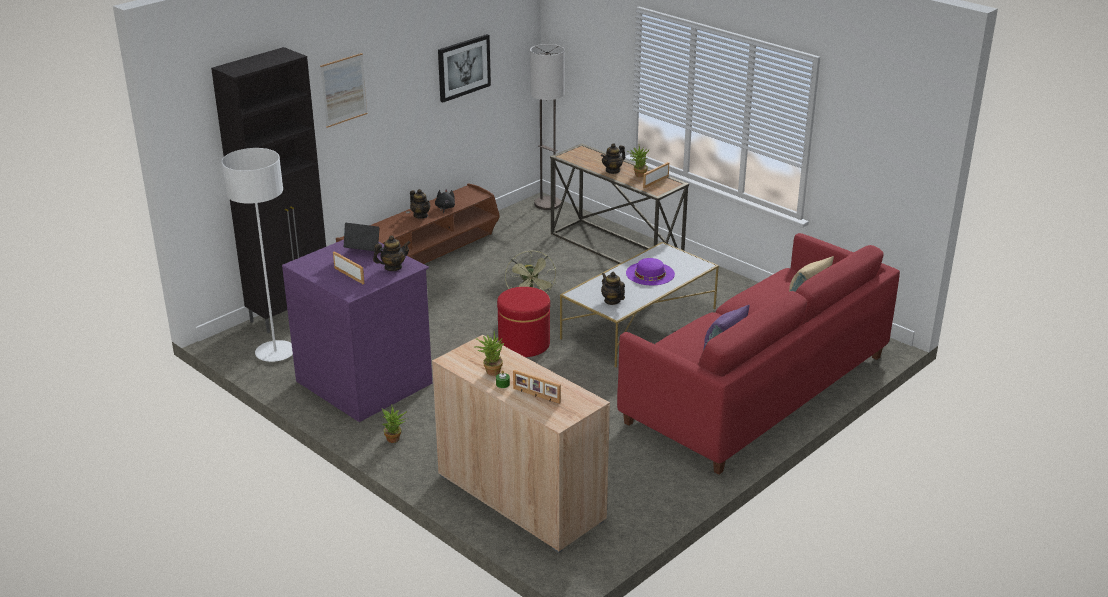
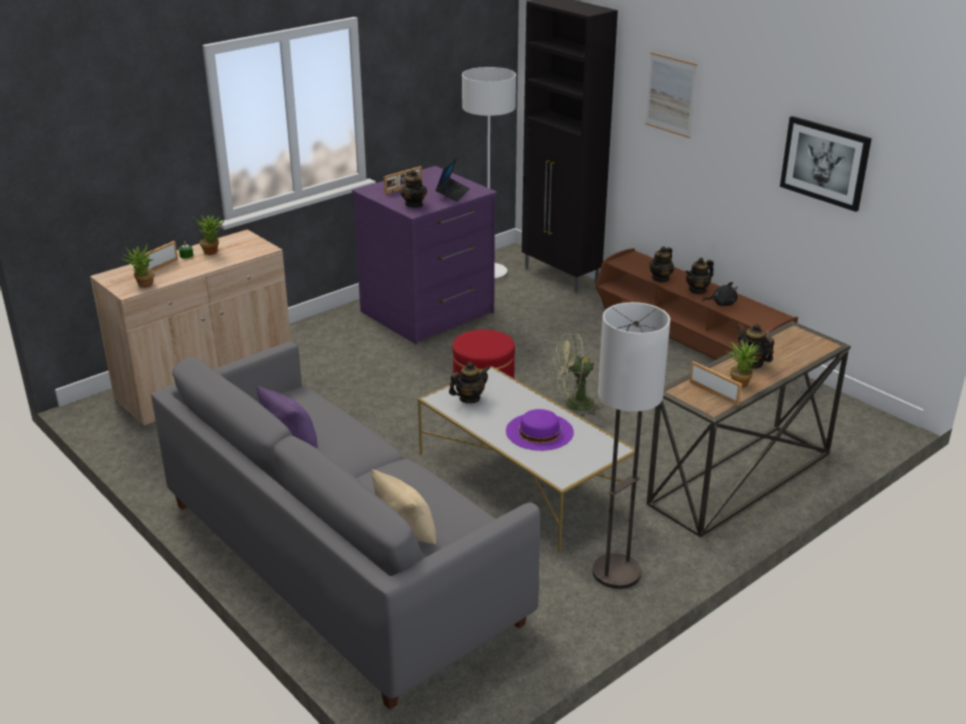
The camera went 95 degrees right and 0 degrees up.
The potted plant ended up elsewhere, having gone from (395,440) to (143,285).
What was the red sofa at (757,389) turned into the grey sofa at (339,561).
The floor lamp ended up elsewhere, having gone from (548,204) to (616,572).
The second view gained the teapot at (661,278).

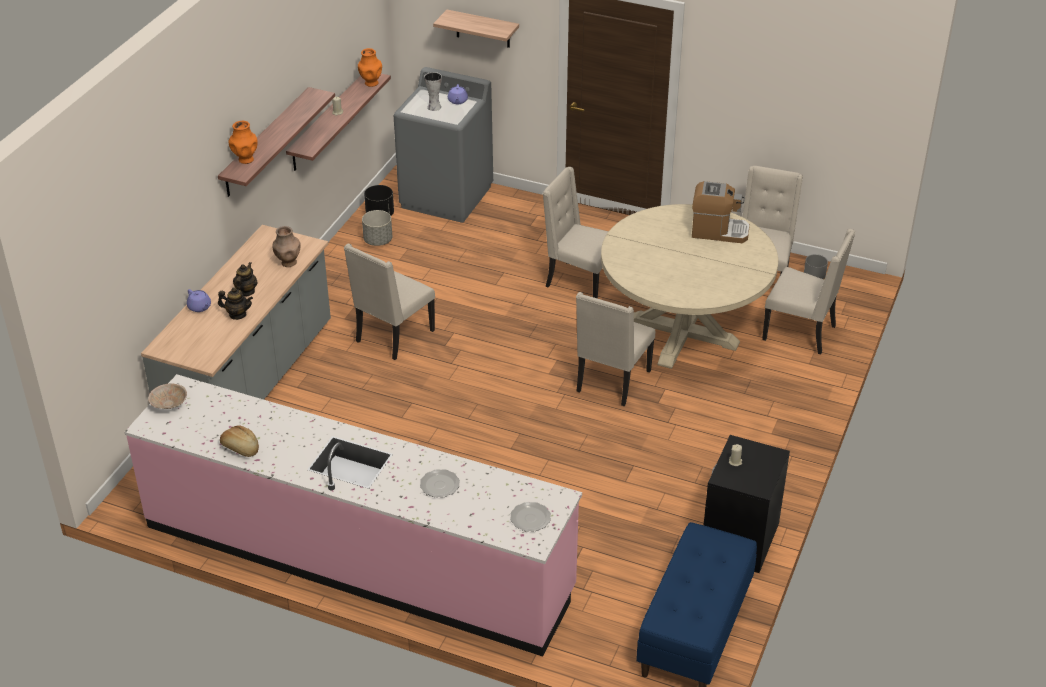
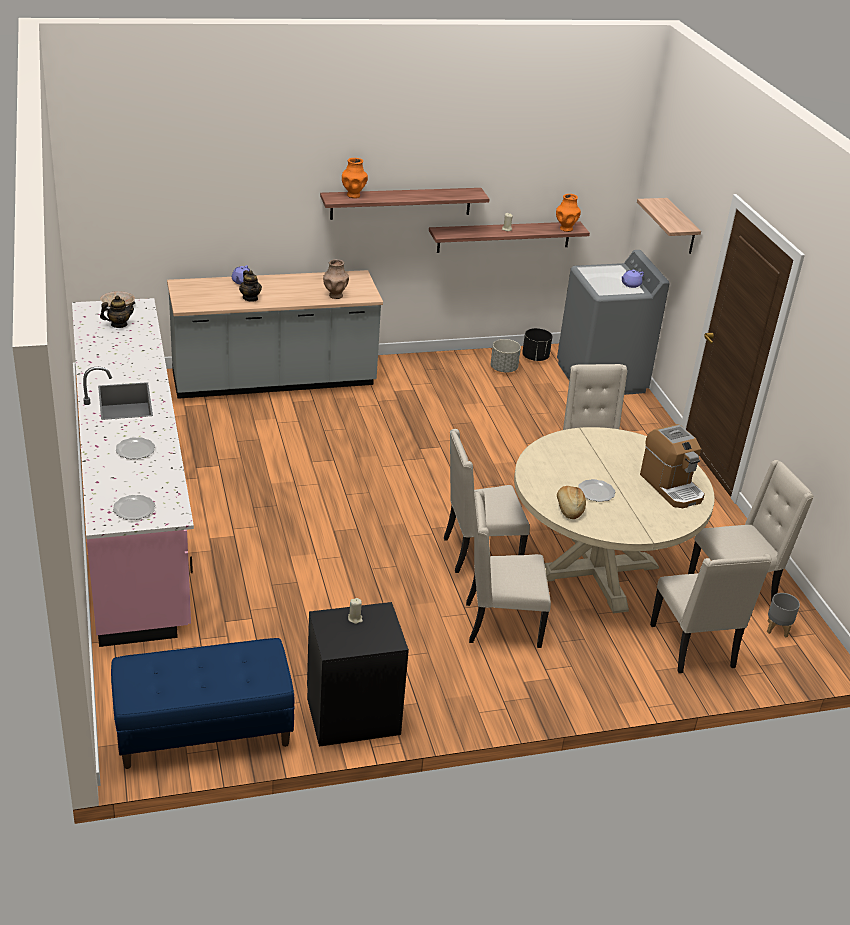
The camera went 50 degrees right and 5 degrees down.
The teapot ended up elsewhere, having gone from (246,292) to (119,324).
The beige chair ended up elsewhere, having gone from (393,337) to (500,624).
The bread ended up elsewhere, having gone from (240,448) to (569,508).
The second view gained the plate at (595,492).
The second view lost the vase at (433,107).

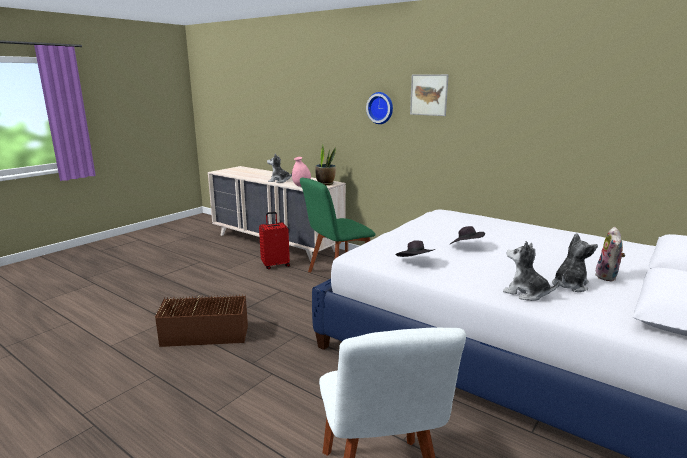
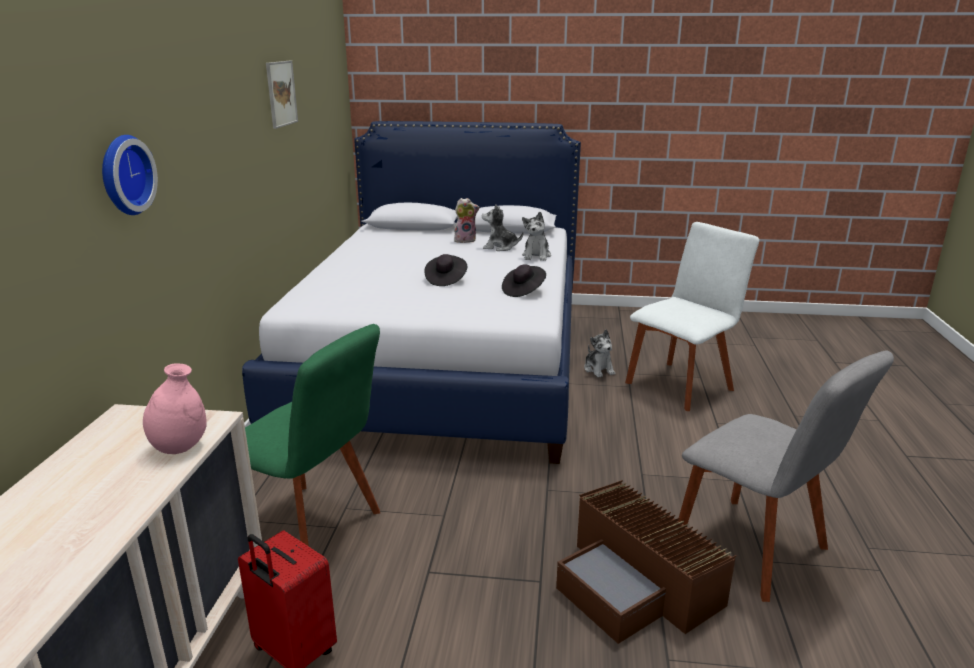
The camera went 120 degrees left and 5 degrees up.
The picture ended up elsewhere, having gone from (429,95) to (281,93).
The plush toy ended up elsewhere, having gone from (279,181) to (598,369).
The second view gained the grey chair at (756,550).
The second view lost the potted plant at (325,183).

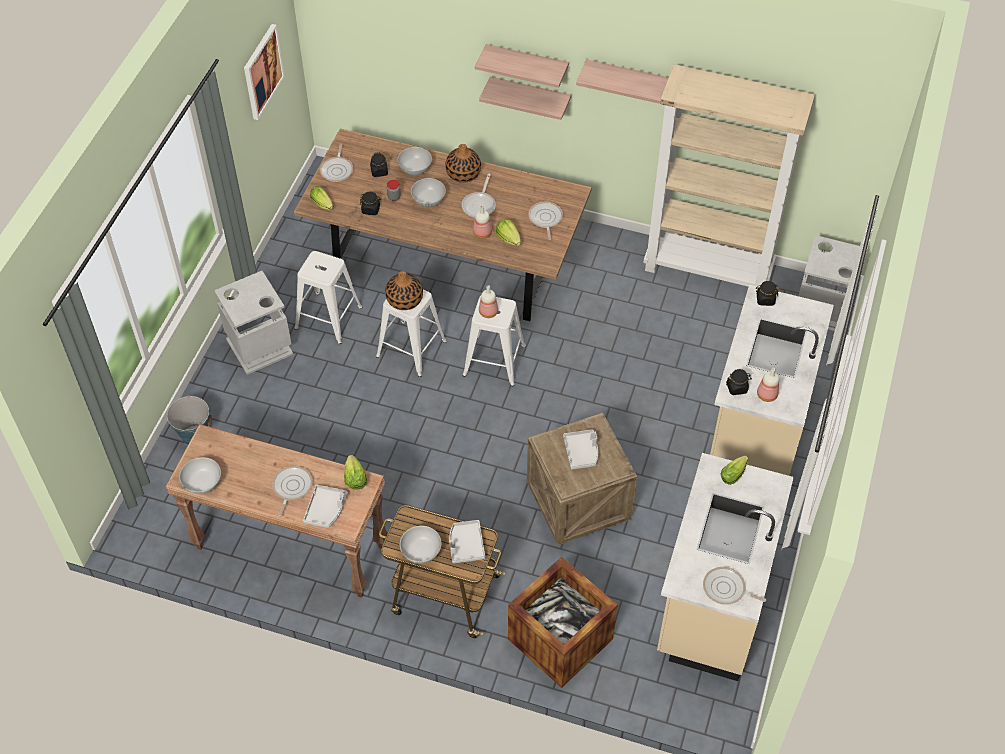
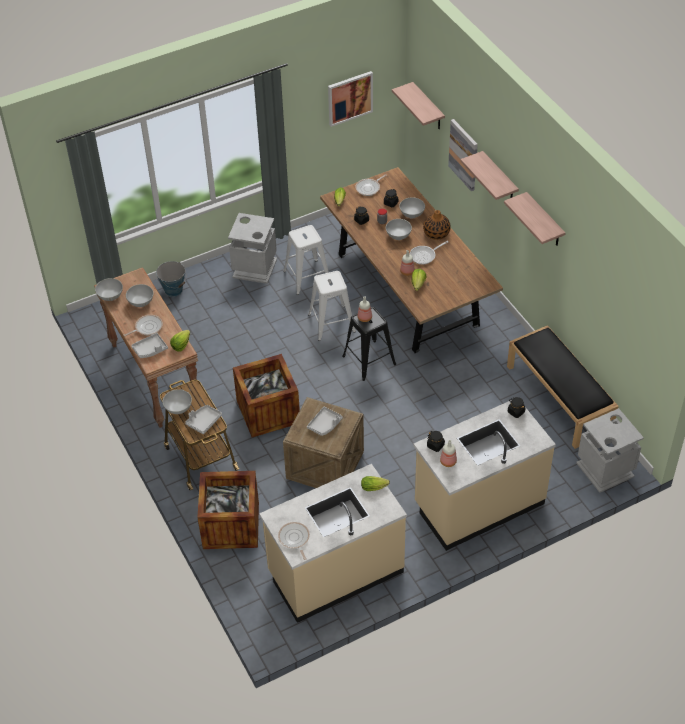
The camera went 45 degrees right and 5 degrees down.
The second view gained the white bowl at (141,302).
The second view gained the crate at (268,411).
What was the white stool at (493,361) turned into the black stool at (368,360).
The shelf ended up elsewhere, having gone from (530,97) to (428,107).
The second view gained the picture at (464,154).
Where the beige bookcase stood at (709,270), the black bench came to stand at (559,398).
The second view lost the vase at (405,300).
The second view lost the frying pan at (545,219).

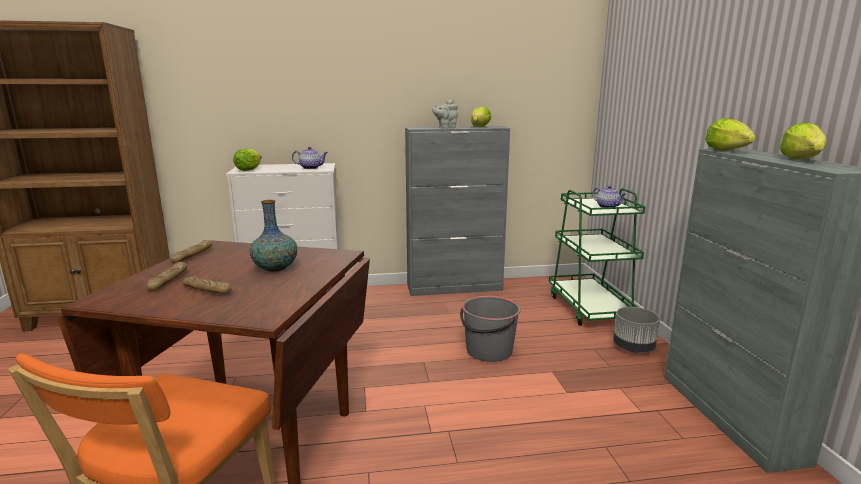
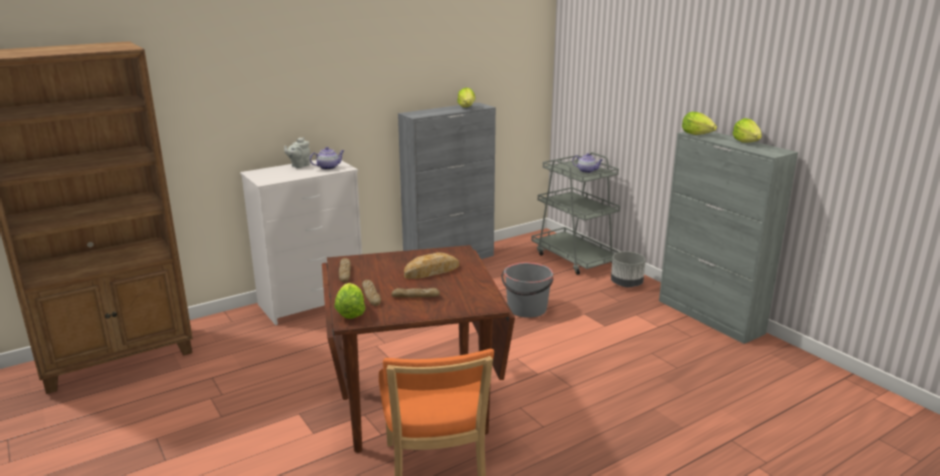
The camera went 25 degrees left and 5 degrees up.
The grey teapot ended up elsewhere, having gone from (446,127) to (299,166).
The lettuce ended up elsewhere, having gone from (248,170) to (350,313).
Where the vase stood at (275,268), the bread came to stand at (432,271).
What was the green cart at (590,308) turned into the grey cart at (574,258).

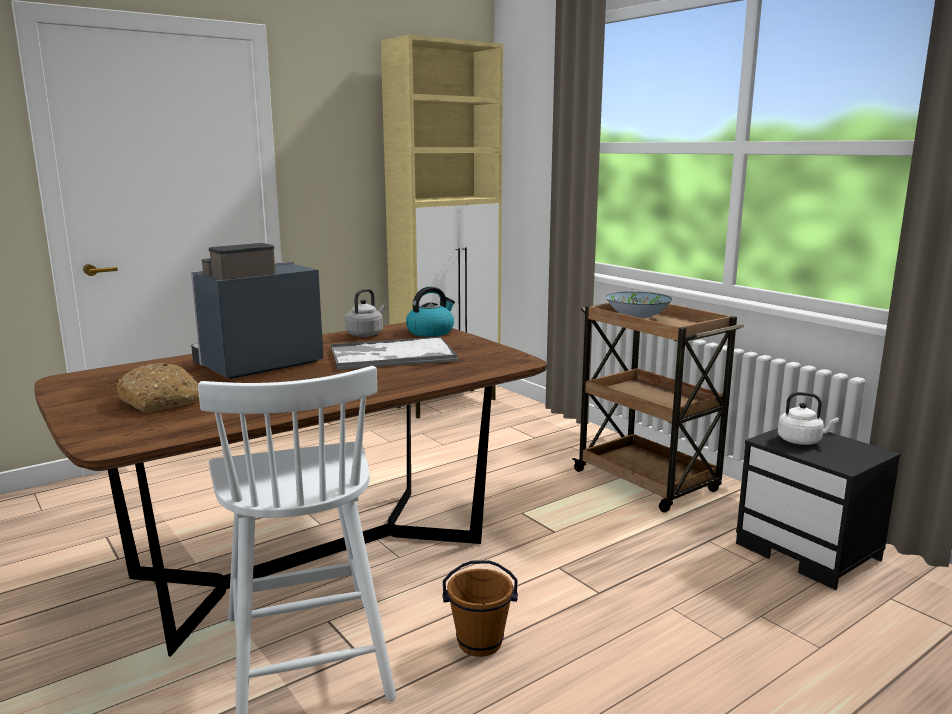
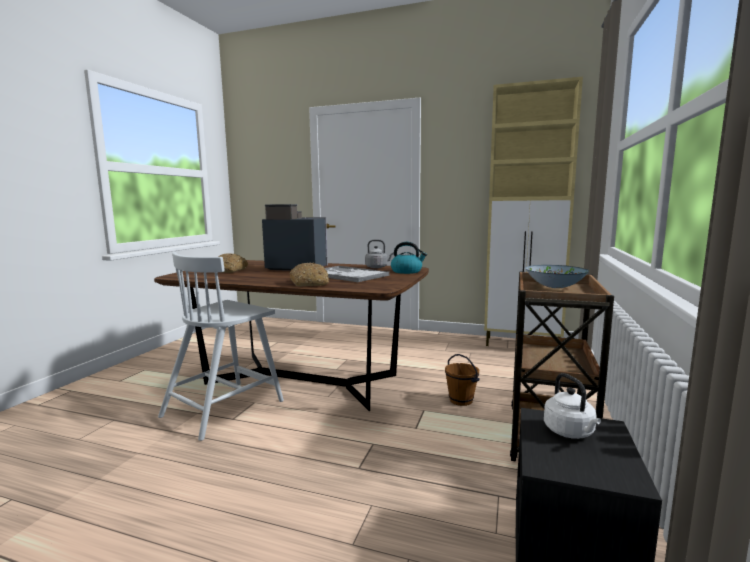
The camera went 55 degrees right and 5 degrees down.
The second view gained the bread at (310,283).
The brown bucket ended up elsewhere, having gone from (480,642) to (461,400).

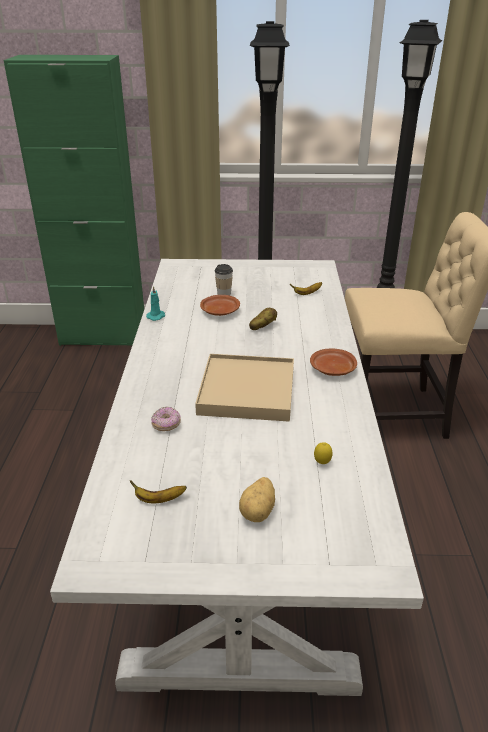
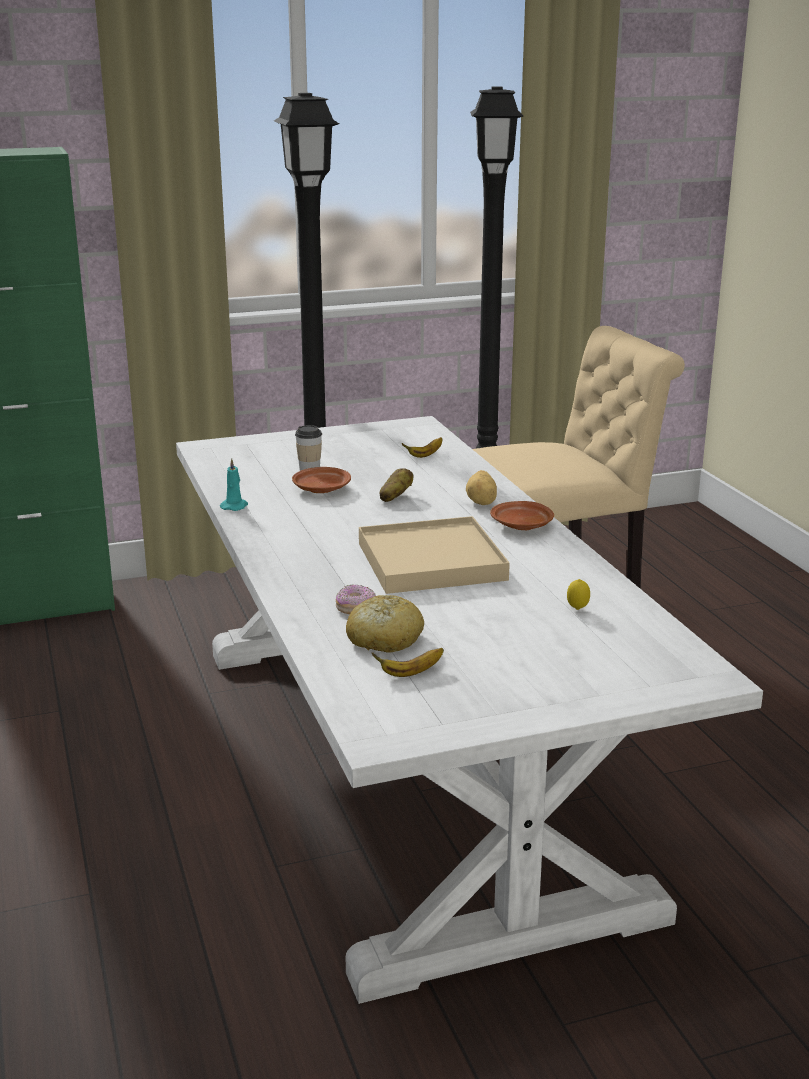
The camera went 20 degrees left and 10 degrees down.
The second view gained the bread at (384,639).
The potato ended up elsewhere, having gone from (259,511) to (482,502).

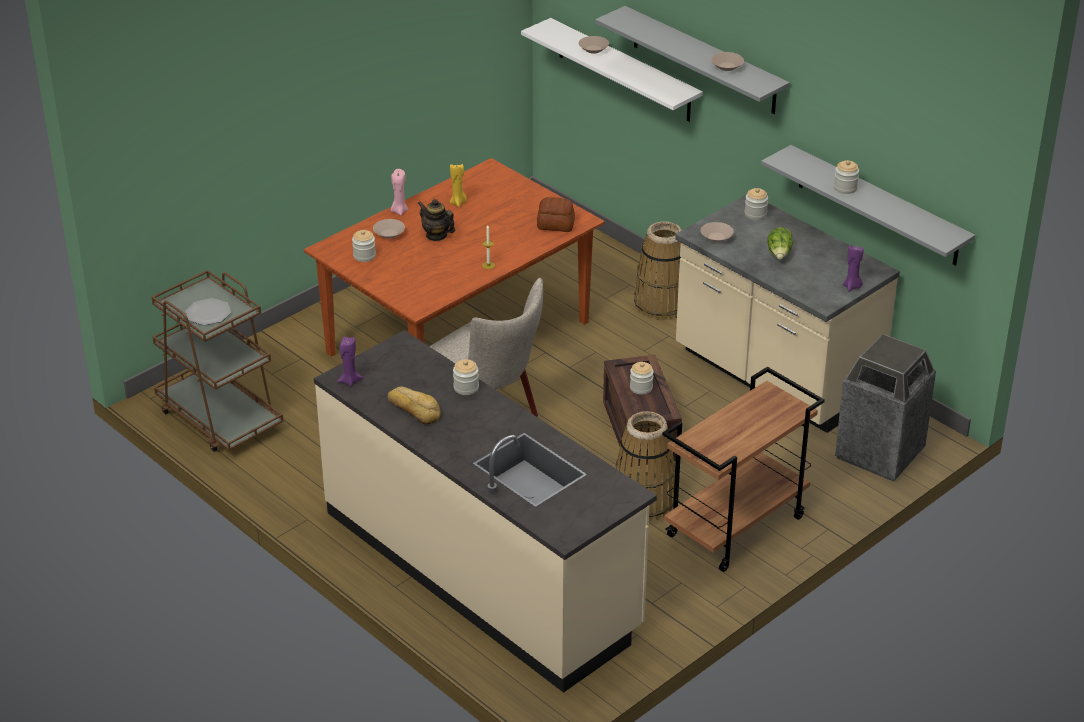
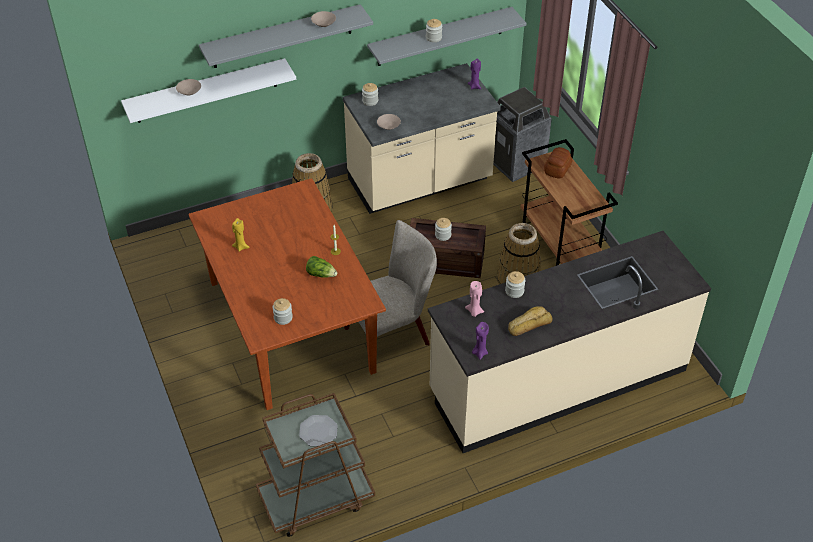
The camera went 70 degrees left and 10 degrees up.
The lettuce ended up elsewhere, having gone from (779,254) to (321,274).
The pink candle ended up elsewhere, having gone from (399,211) to (474,312).
The bread ended up elsewhere, having gone from (556,225) to (558,169).
The second view lost the beige bowl at (389,234).
The second view lost the teapot at (436,235).

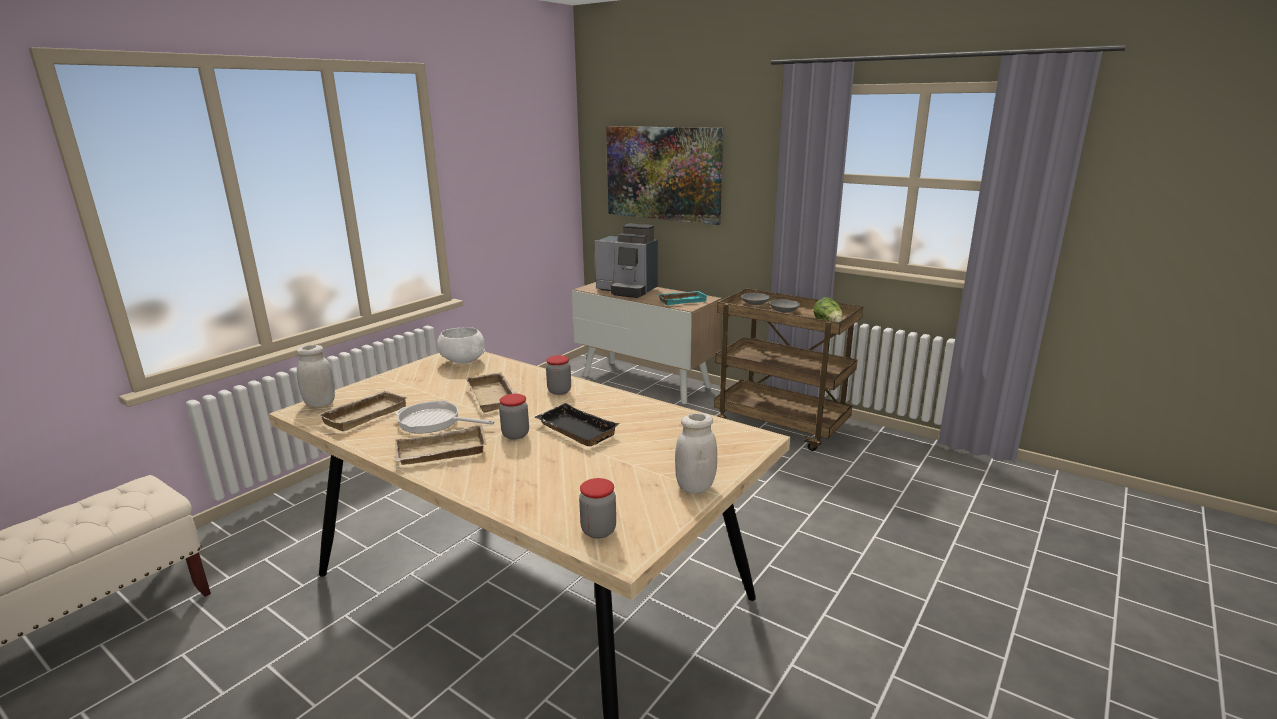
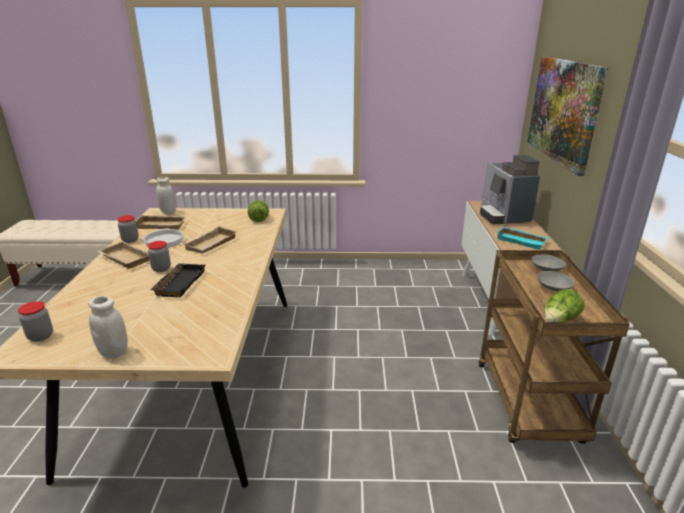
The camera went 55 degrees right and 5 degrees up.
The jar ended up elsewhere, having gone from (559,391) to (130,240).
Where the white bowl stood at (462,361), the lettuce came to stand at (258,218).

